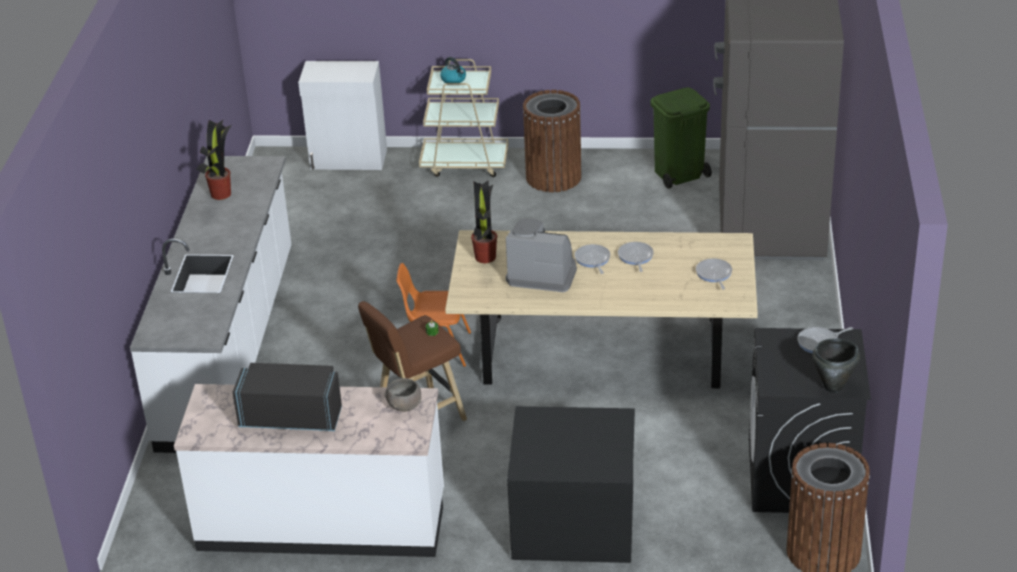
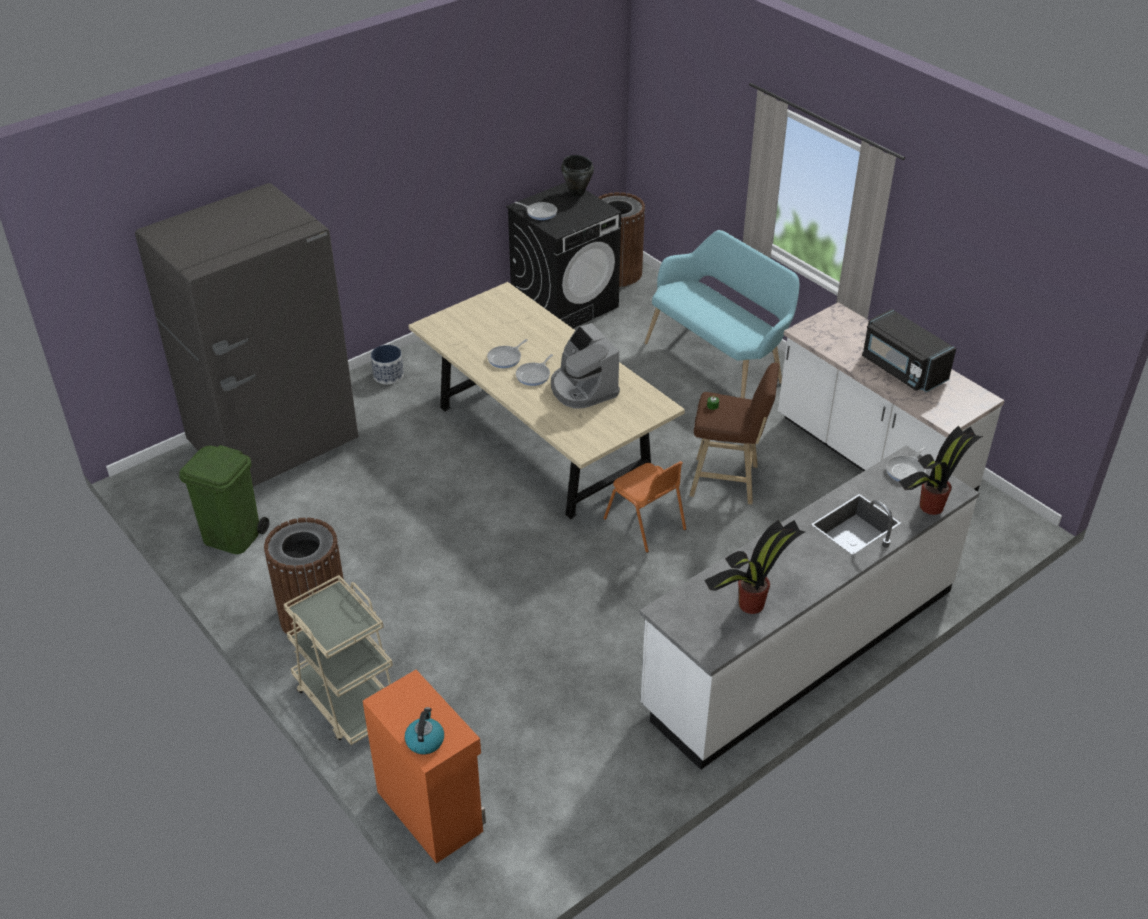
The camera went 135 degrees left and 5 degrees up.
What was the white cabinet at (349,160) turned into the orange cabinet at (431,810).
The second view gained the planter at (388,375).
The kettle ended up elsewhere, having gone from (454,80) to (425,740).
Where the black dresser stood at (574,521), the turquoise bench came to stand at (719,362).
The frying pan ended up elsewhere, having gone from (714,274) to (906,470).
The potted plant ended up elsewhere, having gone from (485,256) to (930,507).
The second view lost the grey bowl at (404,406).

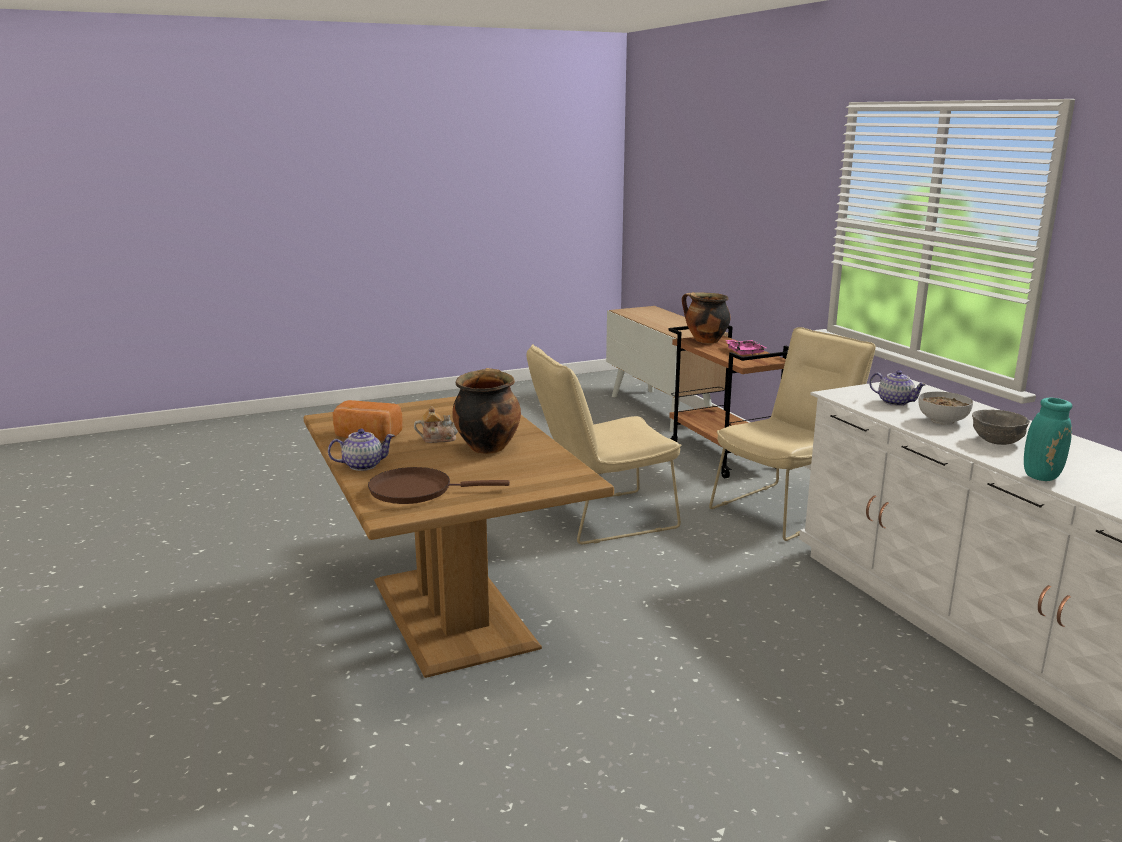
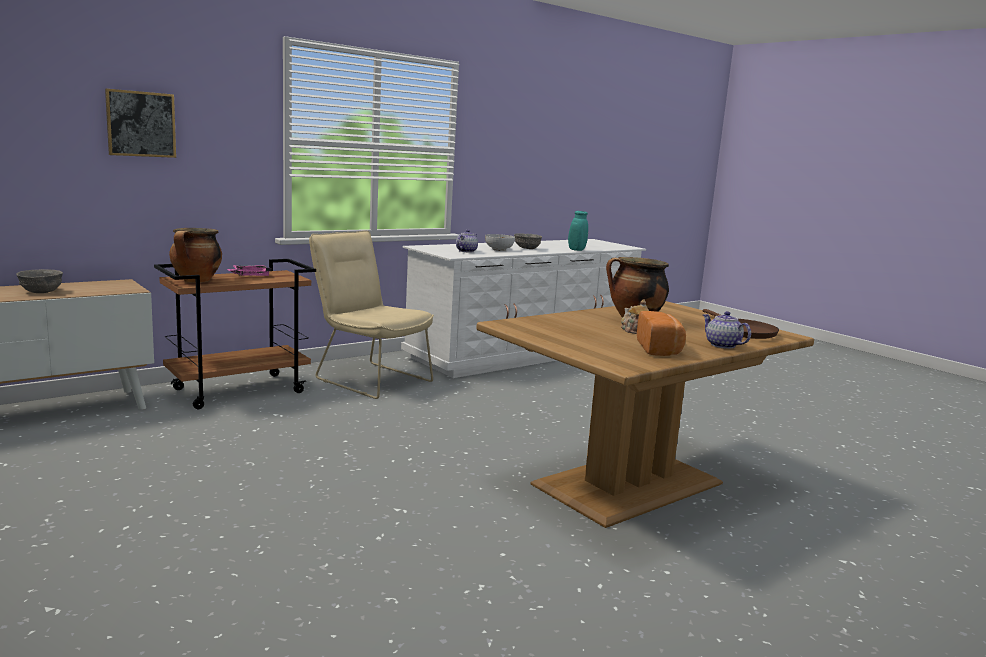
The camera went 105 degrees left and 5 degrees down.
The second view gained the grey bowl at (42,291).
The second view gained the picture at (141,124).
The second view lost the beige chair at (600,518).

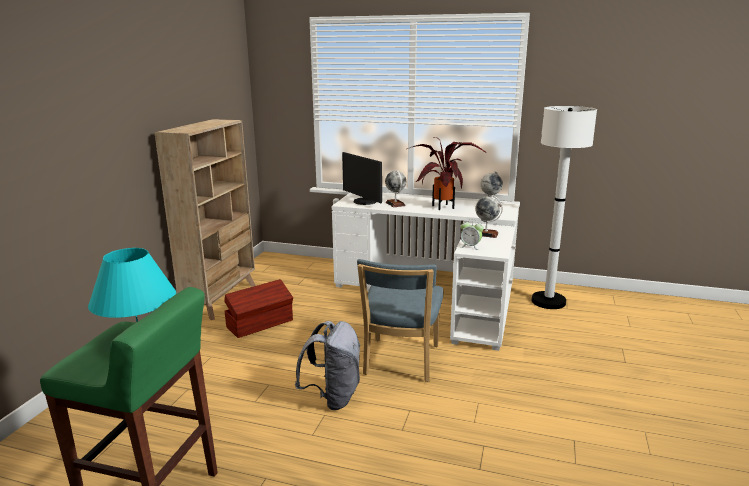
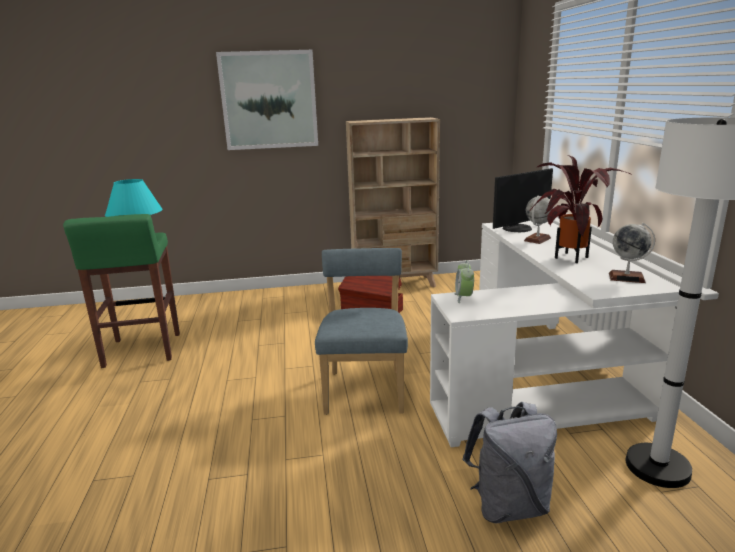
The camera went 65 degrees right and 0 degrees up.
The second view gained the picture at (269,100).
The blue chair at (400,362) ended up facing another way, 105 degrees clockwise from before.
The grey backpack ended up elsewhere, having gone from (333,397) to (508,505).
The monitor at (363,202) ended up facing another way, 150 degrees counterclockwise from before.
The second view lost the globe at (486,234).

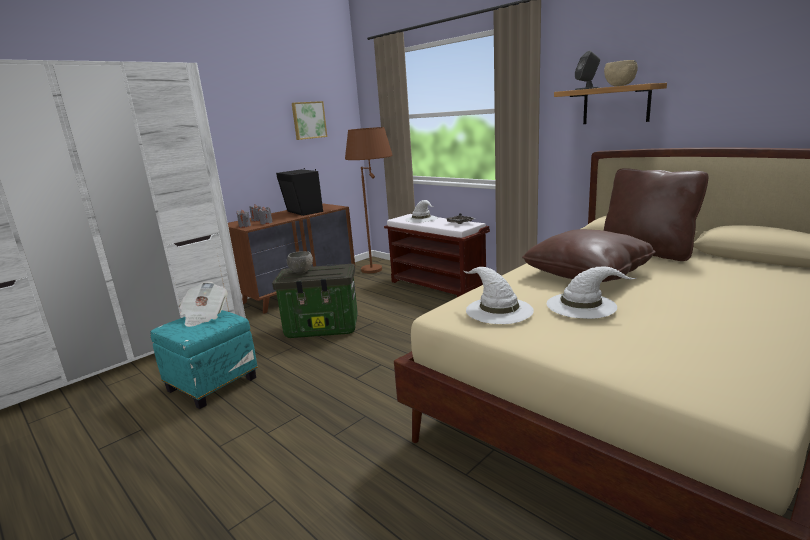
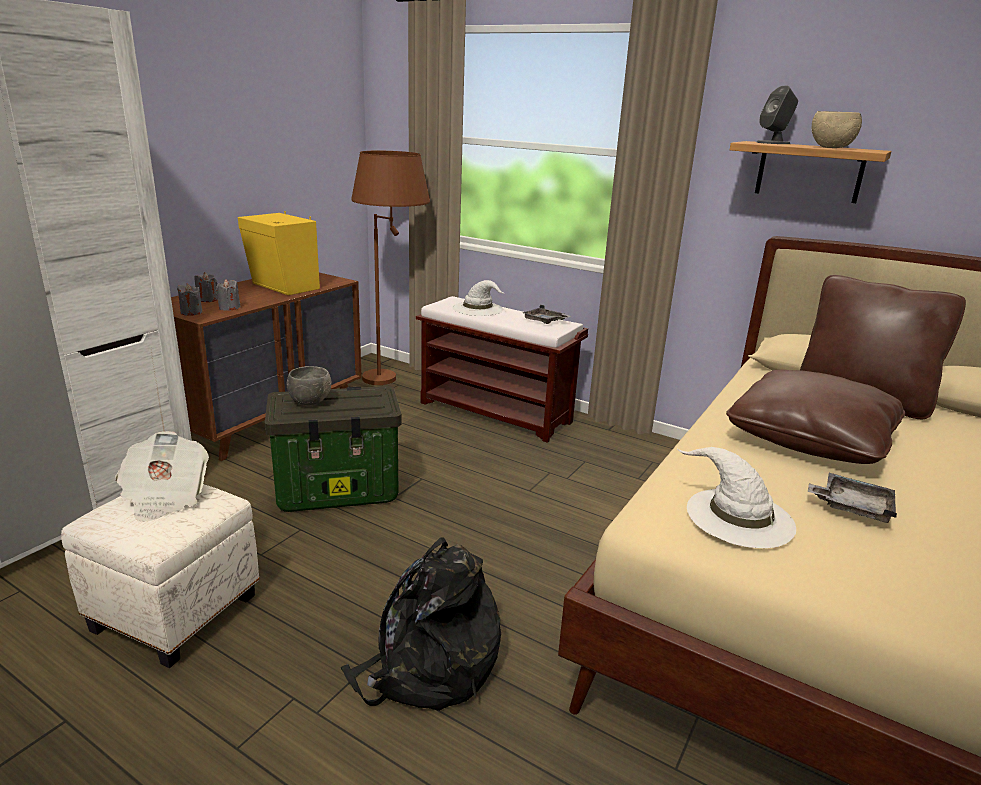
The camera went 15 degrees left and 5 degrees up.
What was the turquoise ottoman at (213,383) turned into the white ottoman at (176,611).
What was the black speaker at (303,212) turned into the yellow speaker at (283,287).
The second view gained the black backpack at (428,667).
Where the white hat stood at (582,305), the grey tray came to stand at (852,506).
The second view lost the picture at (308,120).

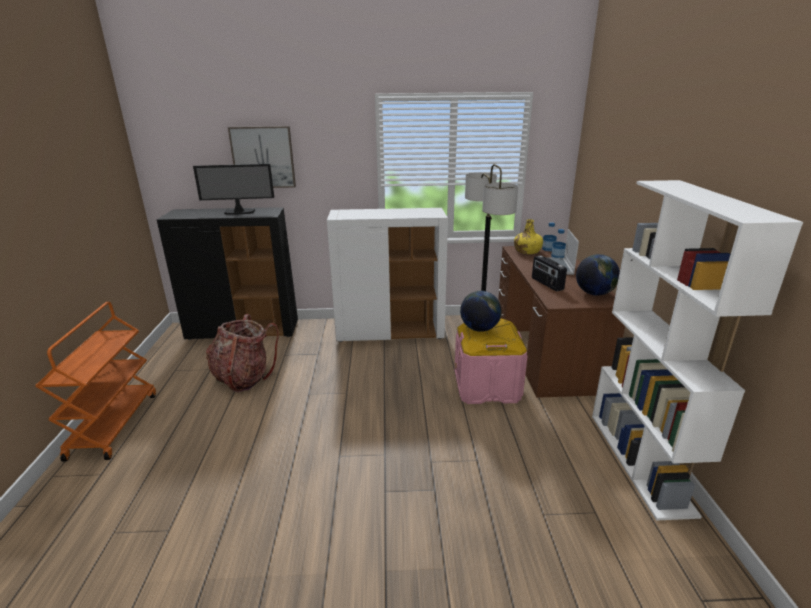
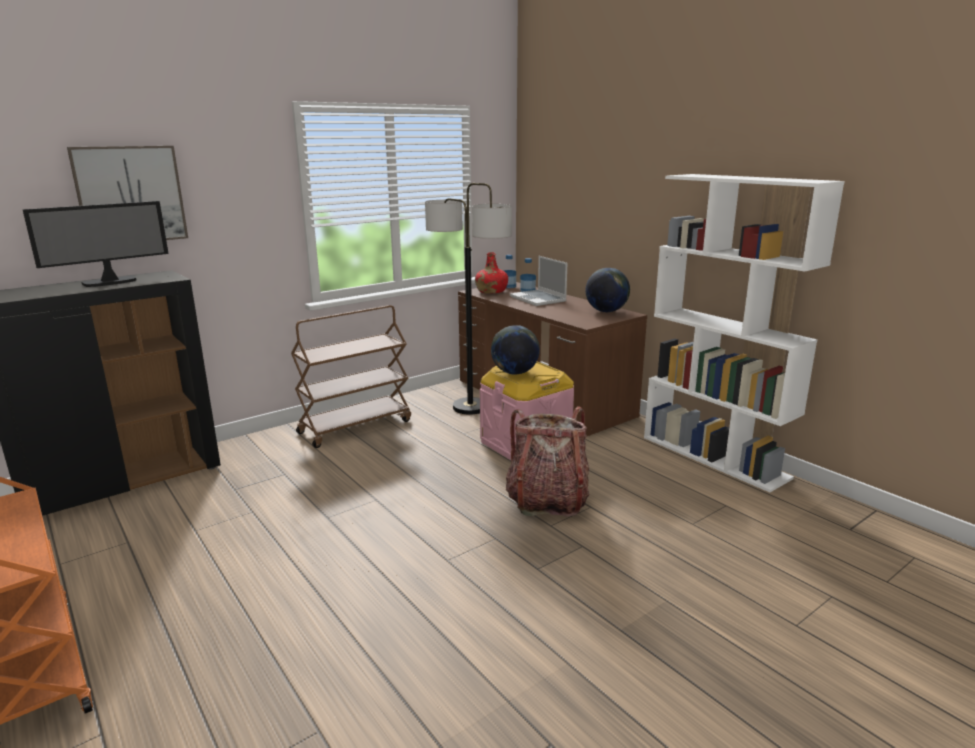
The camera went 35 degrees left and 5 degrees down.
Where the white cabinet stood at (390,332), the brown cart came to stand at (355,426).
What was the yellow bottle at (527,251) turned into the red bottle at (491,291).
The backpack ended up elsewhere, having gone from (244,378) to (547,500).
The second view lost the radio at (546,284).

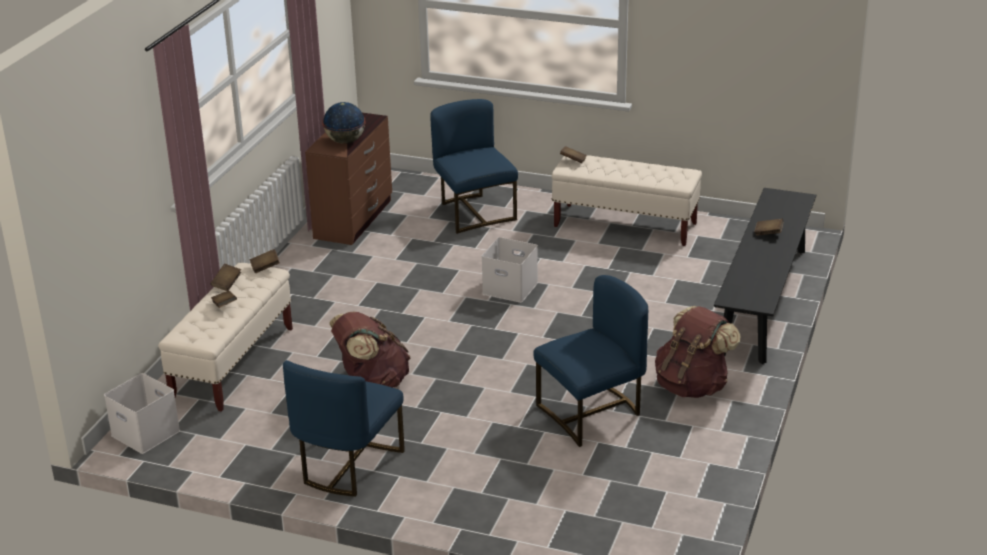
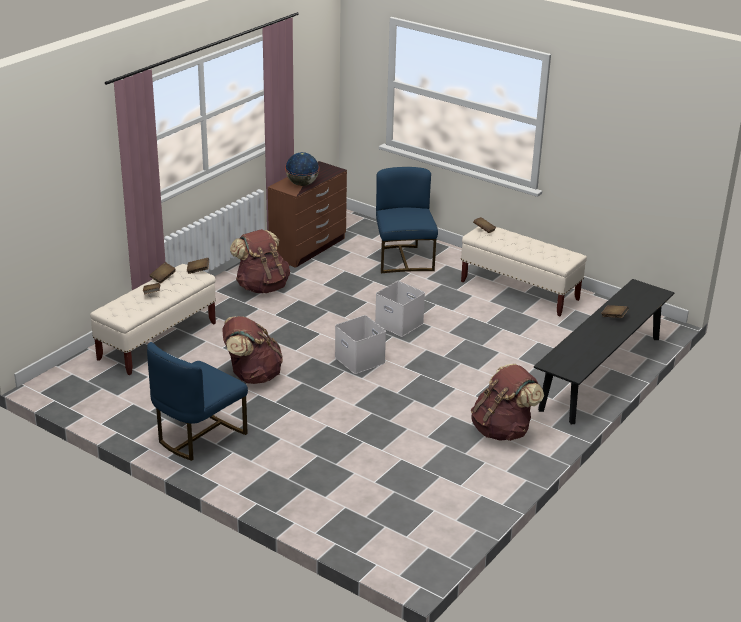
The camera went 15 degrees right and 0 degrees up.
The second view gained the brown backpack at (262,287).
The white storage box ended up elsewhere, having gone from (147,433) to (361,360).
The second view lost the blue chair at (592,413).

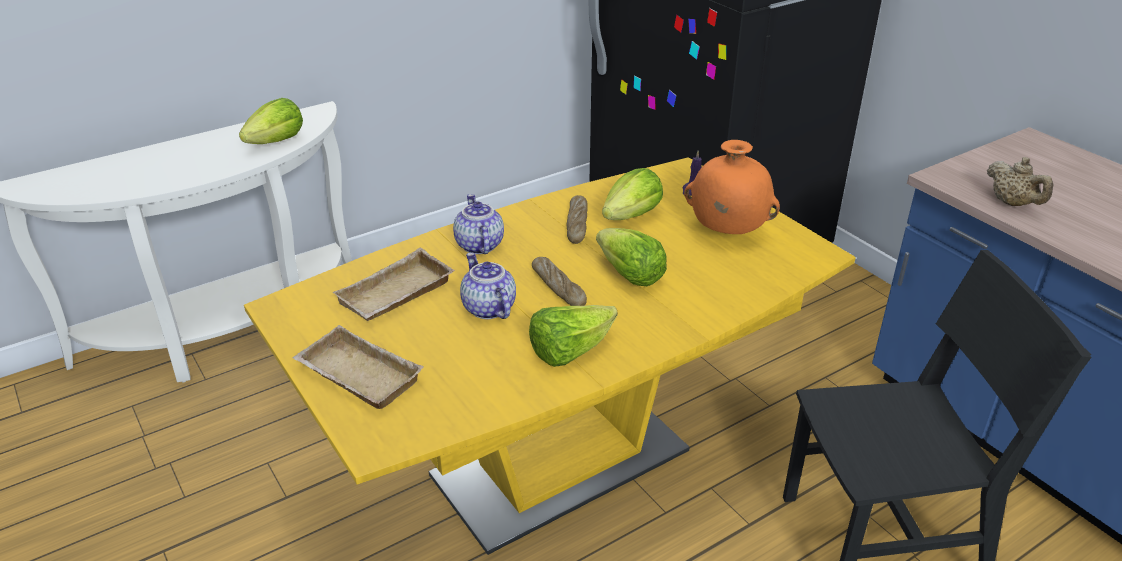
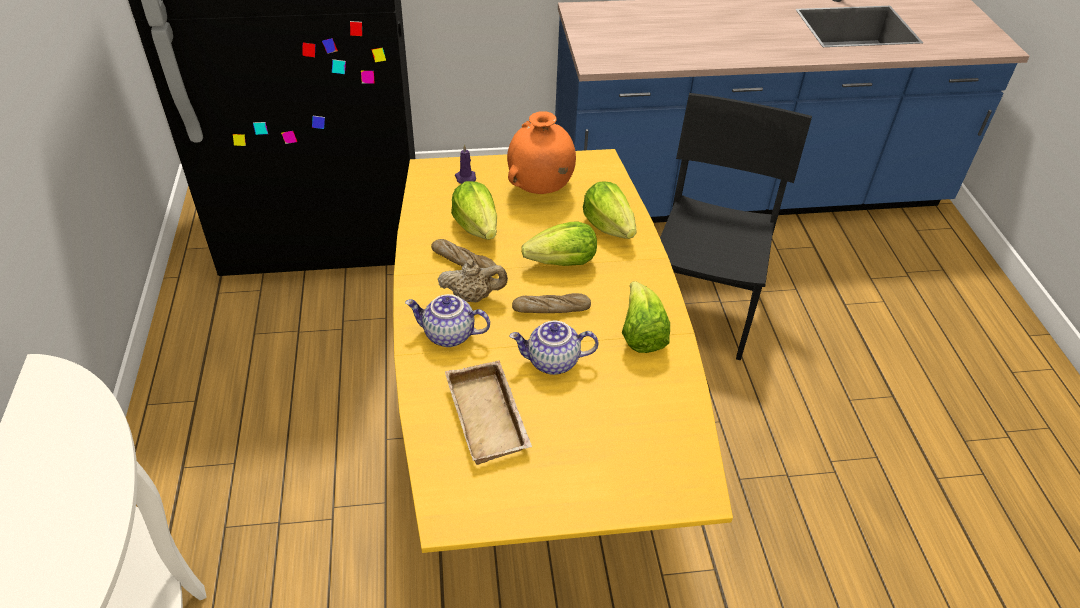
The camera went 65 degrees left and 10 degrees up.
The beige teapot ended up elsewhere, having gone from (1012,203) to (473,297).
The lettuce ended up elsewhere, having gone from (277,142) to (609,226).
The second view lost the beige tray at (355,376).

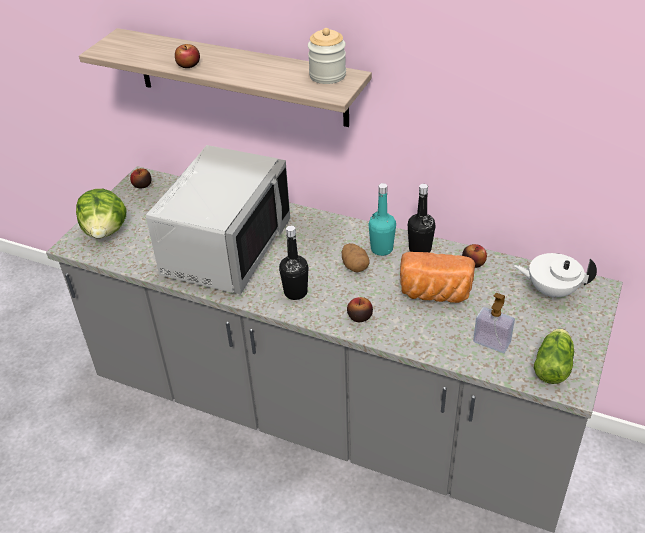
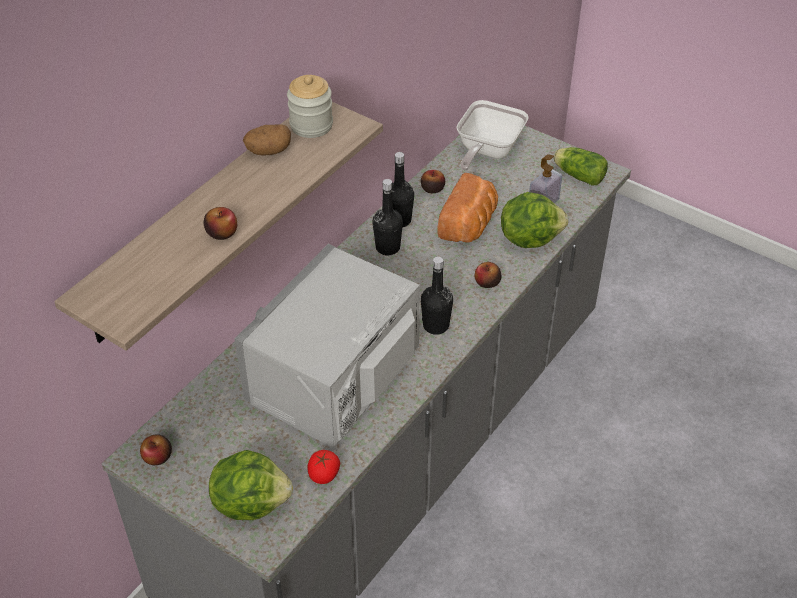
The camera went 80 degrees left and 5 degrees up.
The grey microwave at (225,248) ended up facing another way, 90 degrees counterclockwise from before.
The potato ended up elsewhere, having gone from (355,266) to (268,151).
The second view gained the tomato at (324,475).
What was the turquoise bottle at (381,249) turned into the black bottle at (387,247).
Where the white teapot stood at (551,290), the frying pan came to stand at (487,151).
The second view gained the lettuce at (529,238).

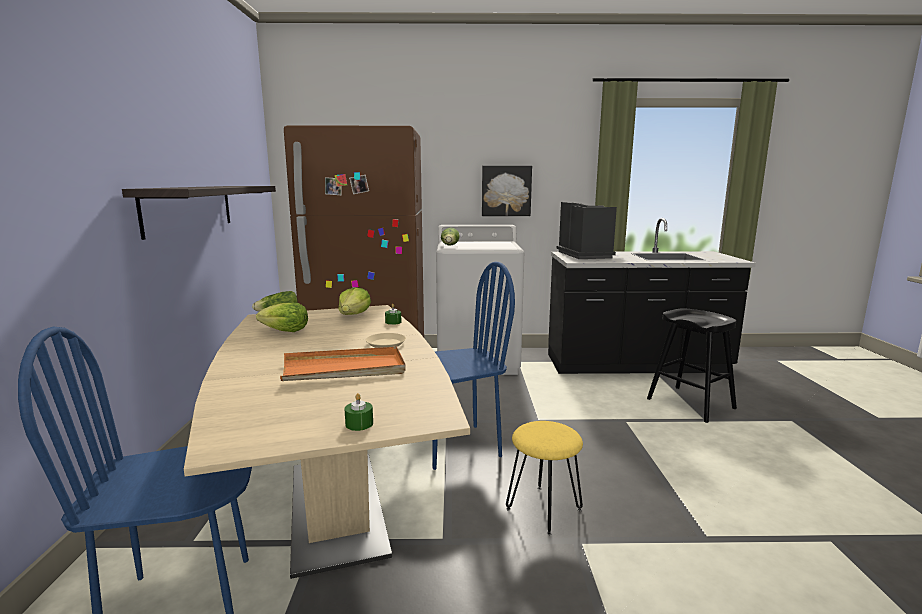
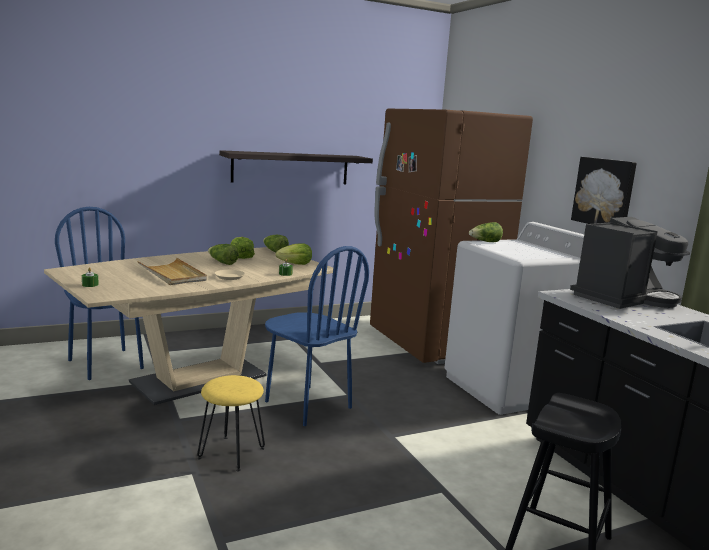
The camera went 65 degrees right and 0 degrees up.
What was the orange tray at (344,369) turned into the beige tray at (172,274).
The second view gained the lettuce at (222,263).

